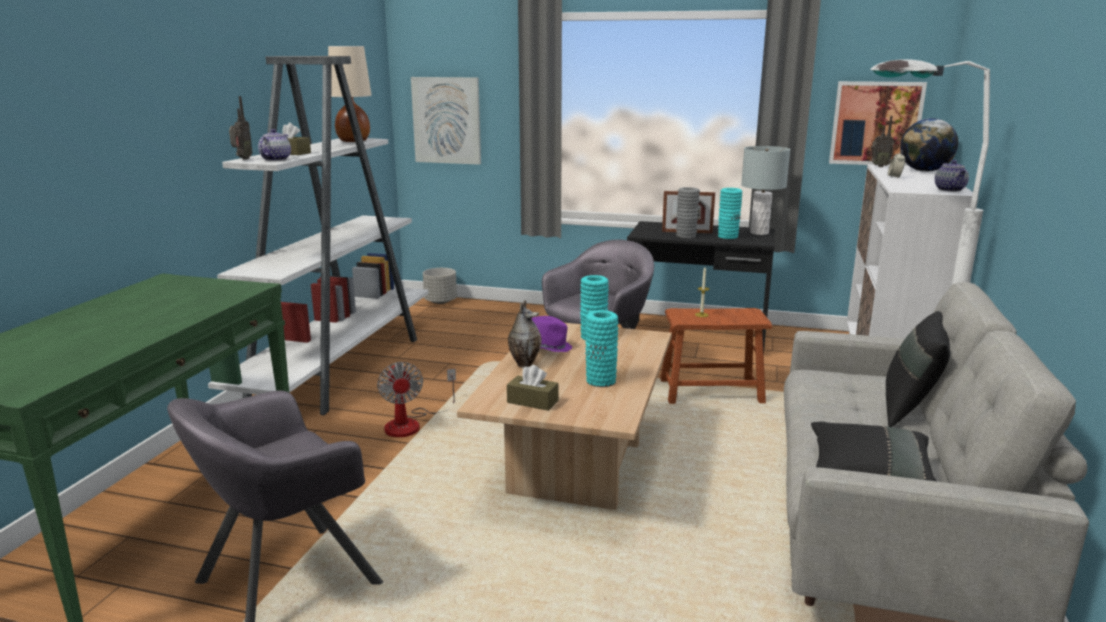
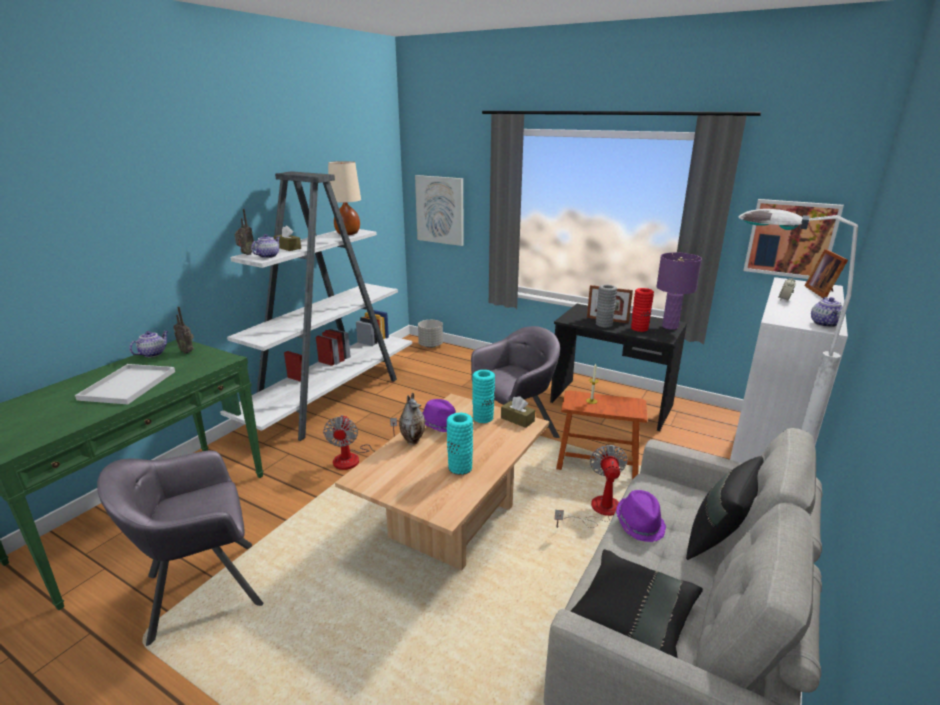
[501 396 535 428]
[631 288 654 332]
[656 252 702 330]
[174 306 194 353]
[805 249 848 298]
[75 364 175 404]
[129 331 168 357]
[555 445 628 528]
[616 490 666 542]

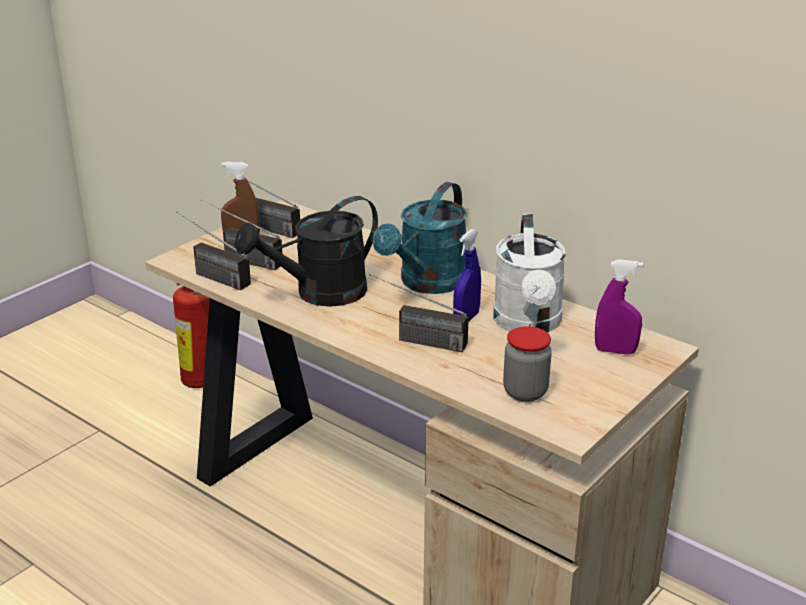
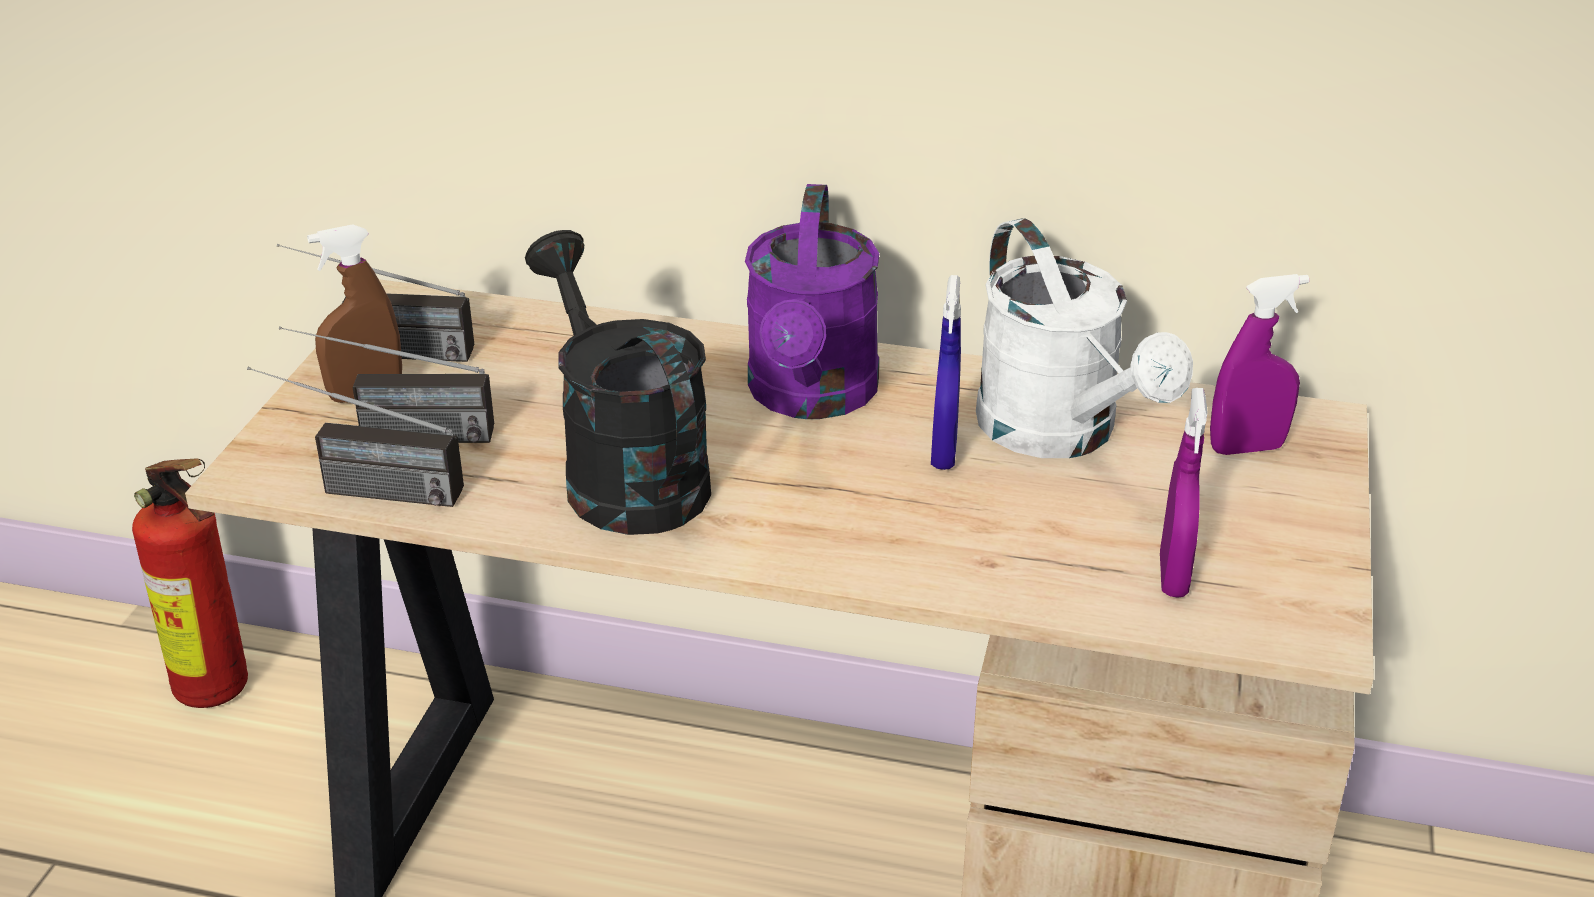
[525 230 711 535]
[369 274 469 352] (first image)
[745 184 879 419]
[1160 388 1208 598]

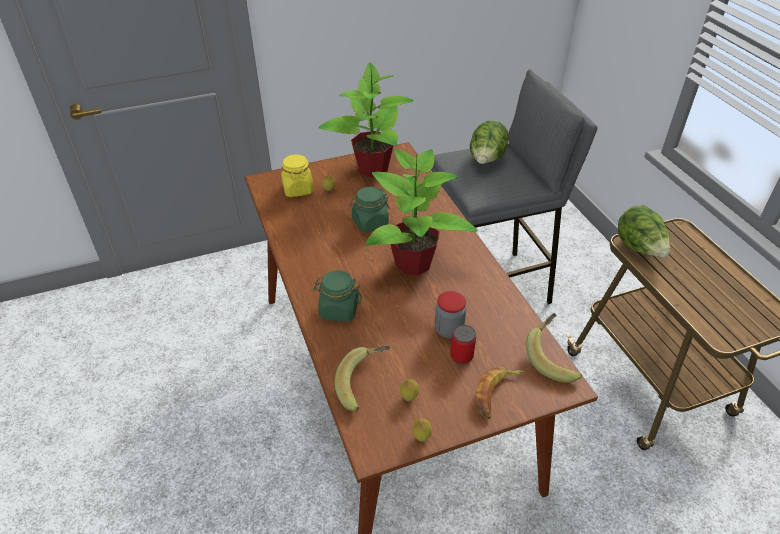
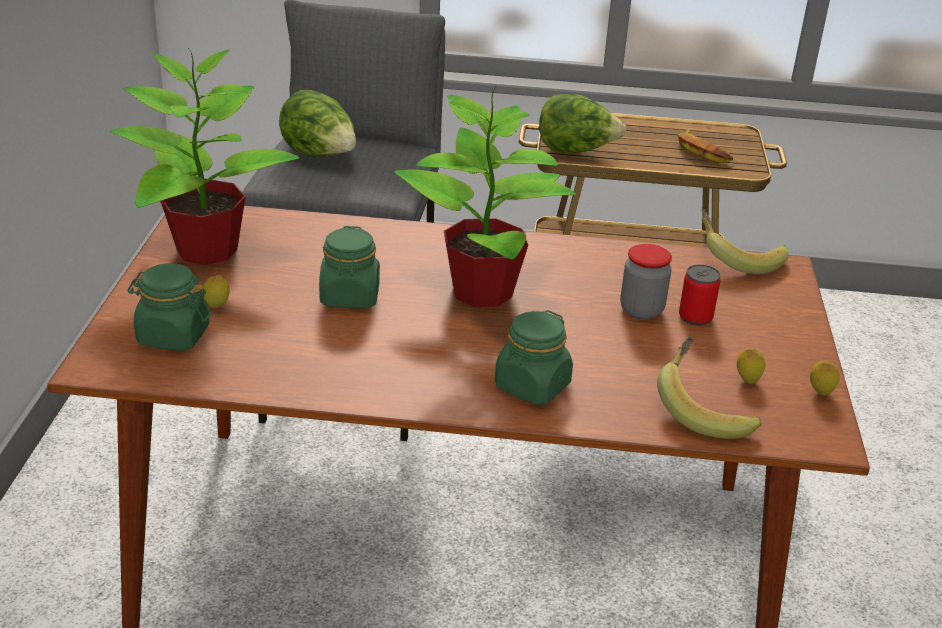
[127 263 211 351]
[678 129 733 163]

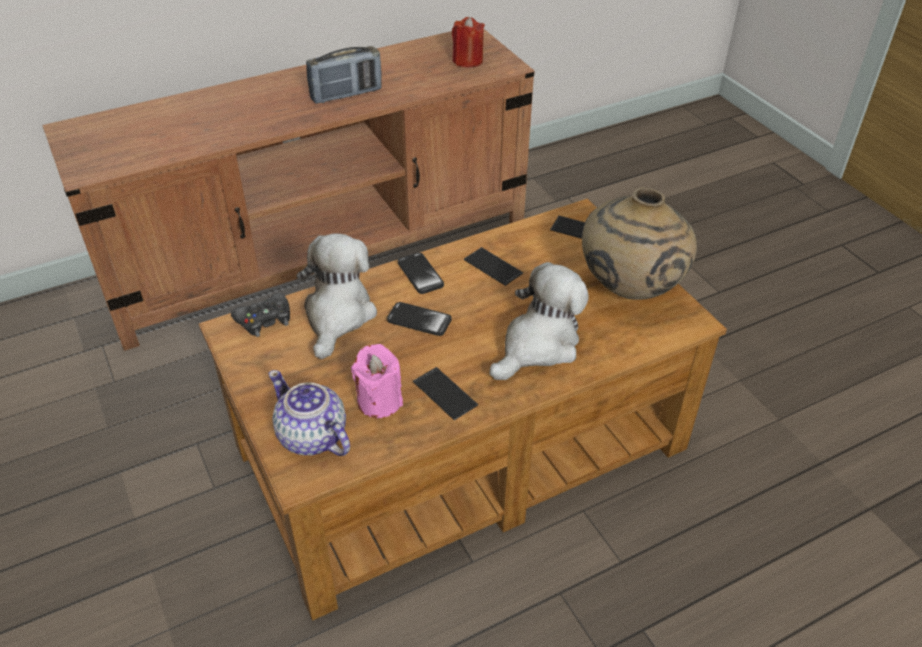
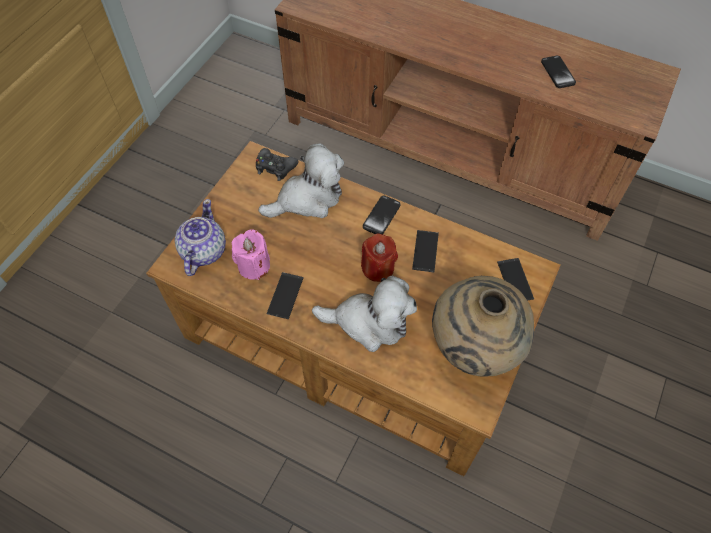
[306 46 381 104] (first image)
[541 56 576 88]
[361 233 398 282]

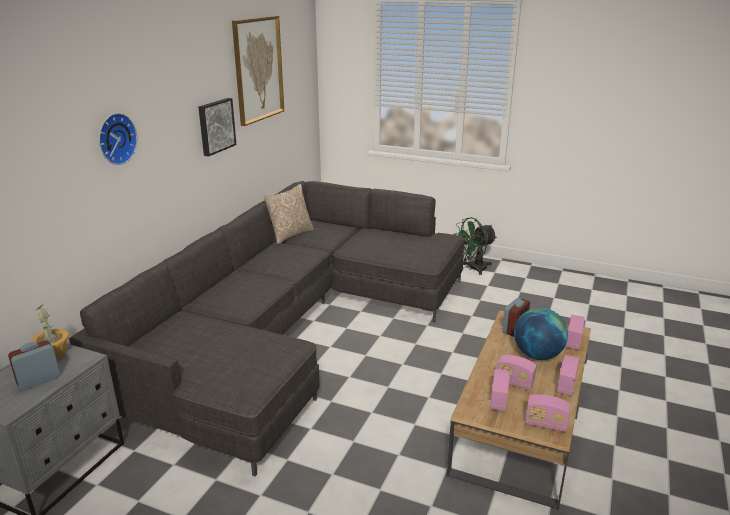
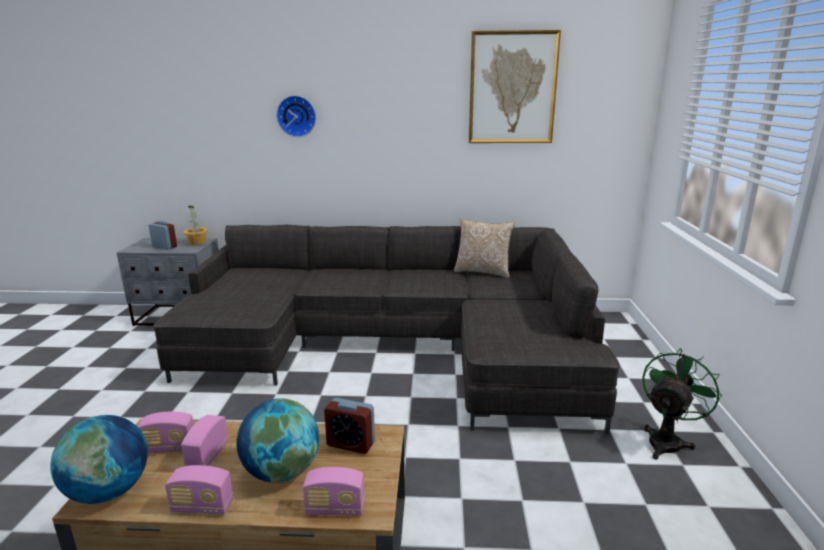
[198 98 236 156] (first image)
[642 348 722 460]
[50 415 148 504]

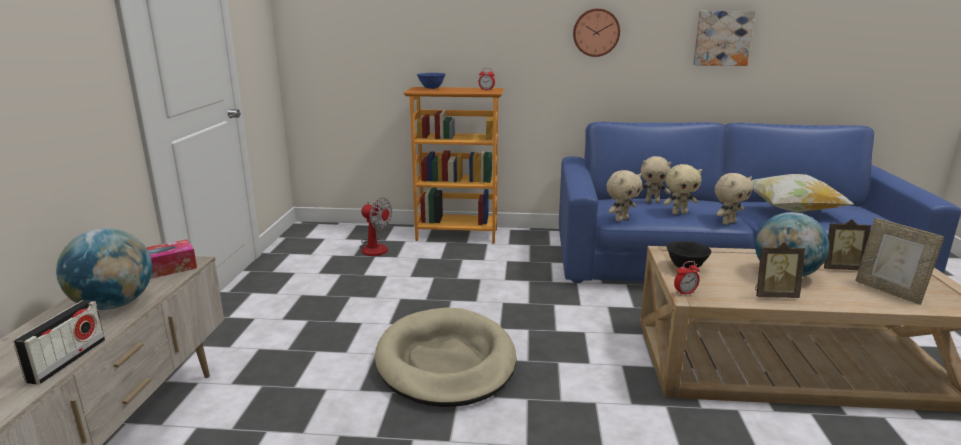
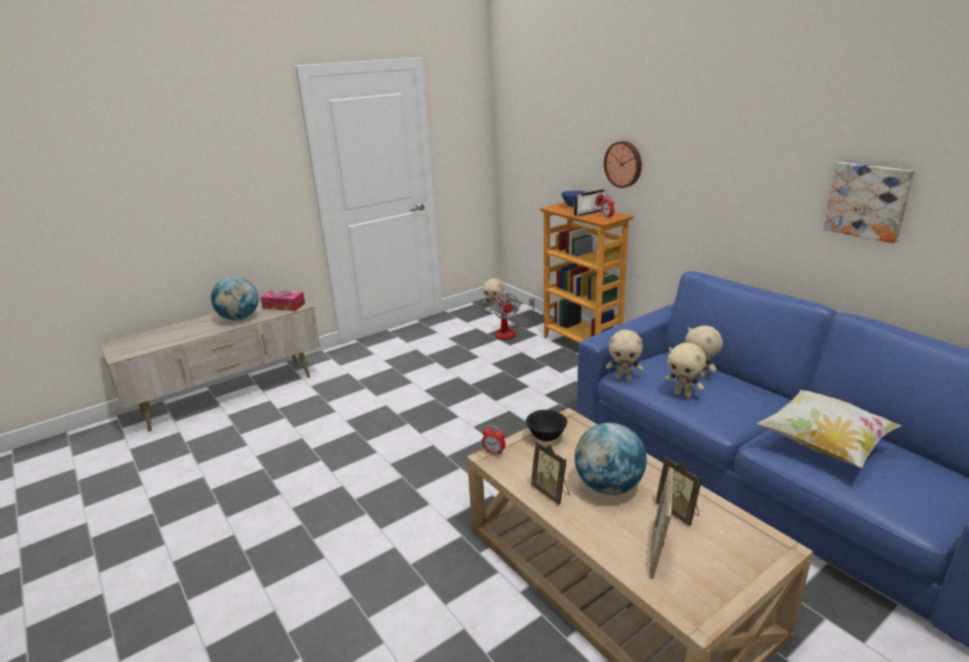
[574 189 607 216]
[375 307 516 407] (first image)
[604 141 642 188]
[482 278 504 311]

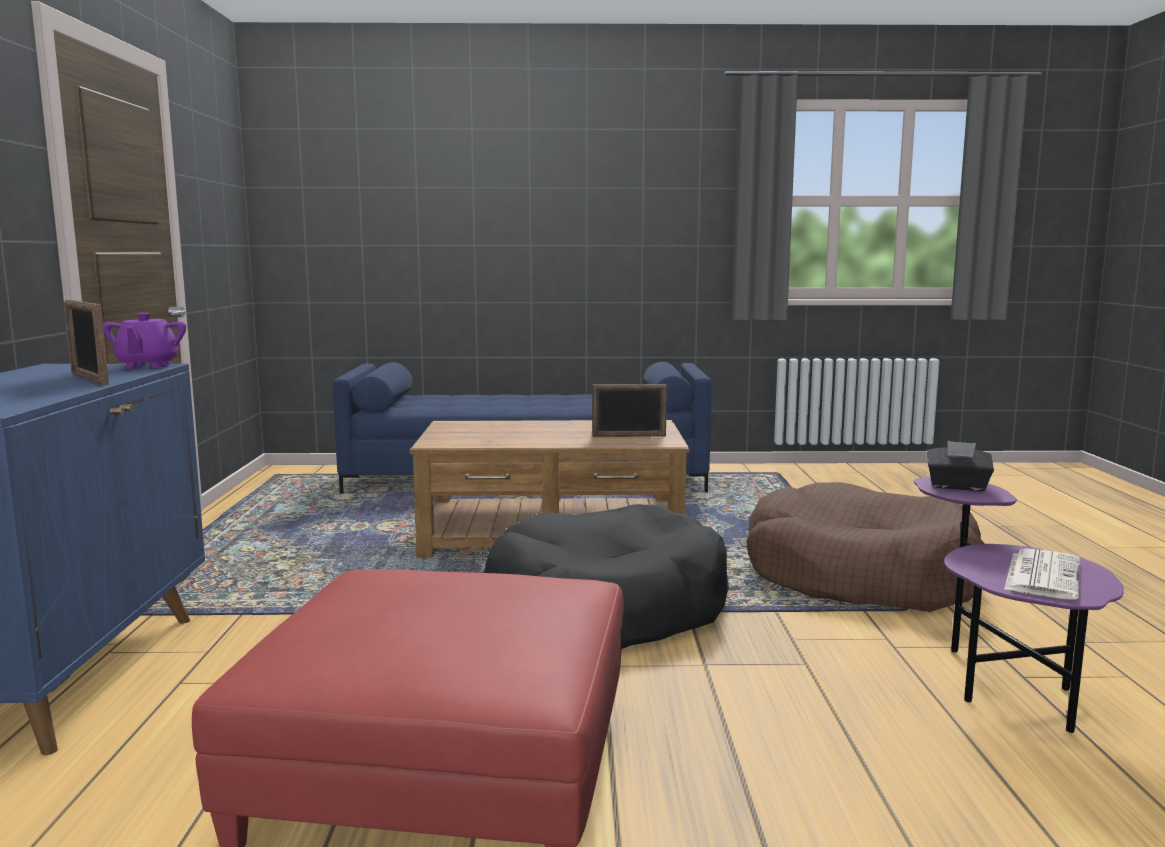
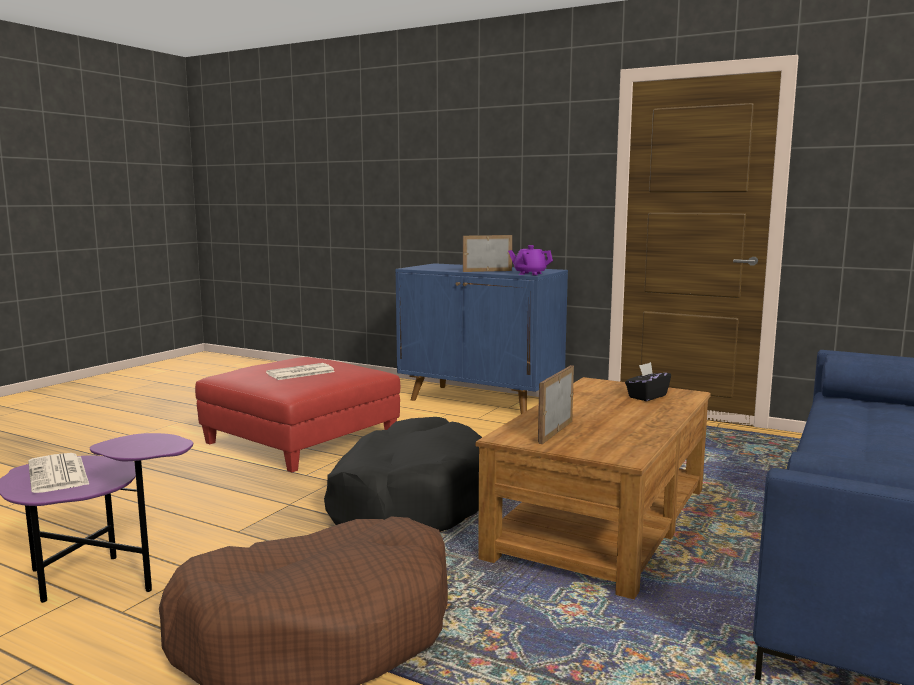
[625 362 671 401]
[266 363 335 380]

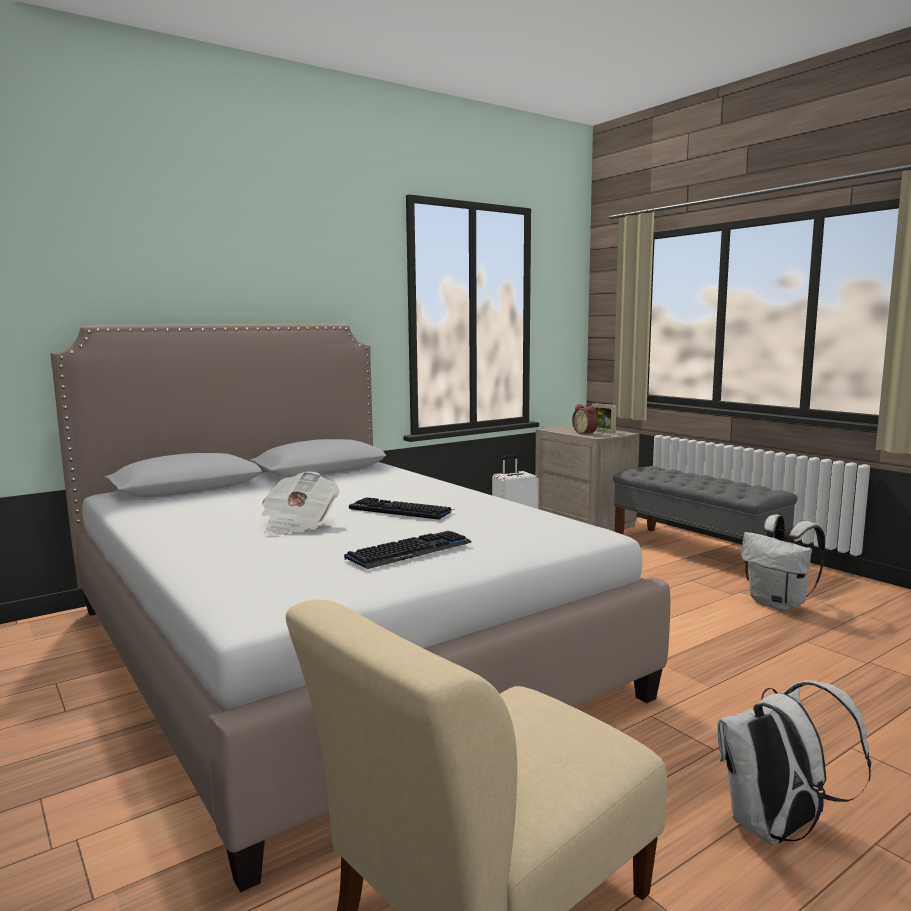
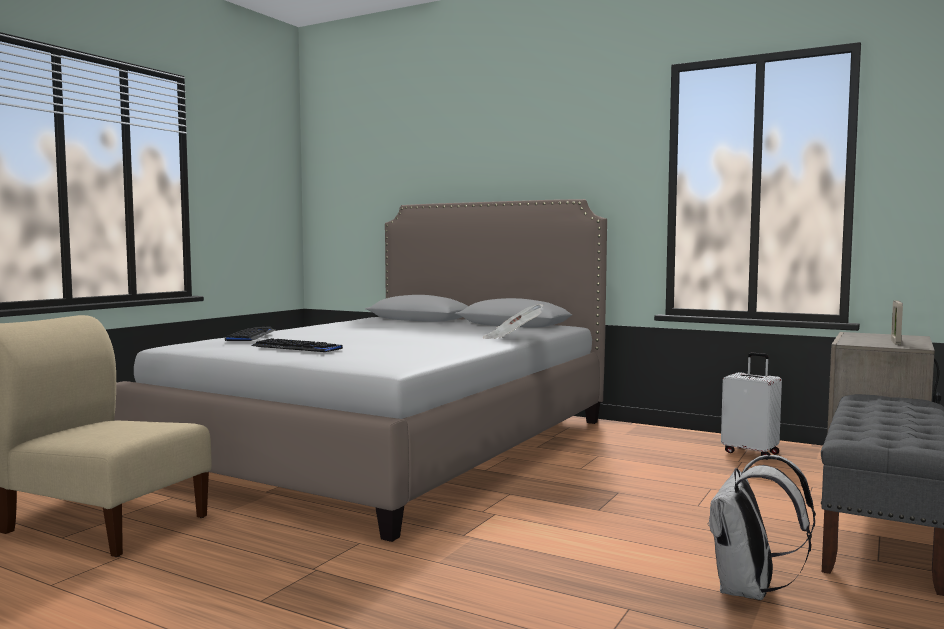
[483 304 544 339]
[225 327 275 341]
[572 404 598 435] (first image)
[717 680 871 845] (first image)

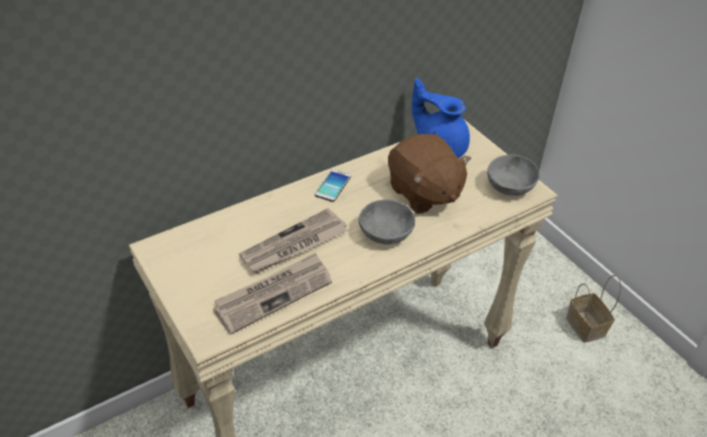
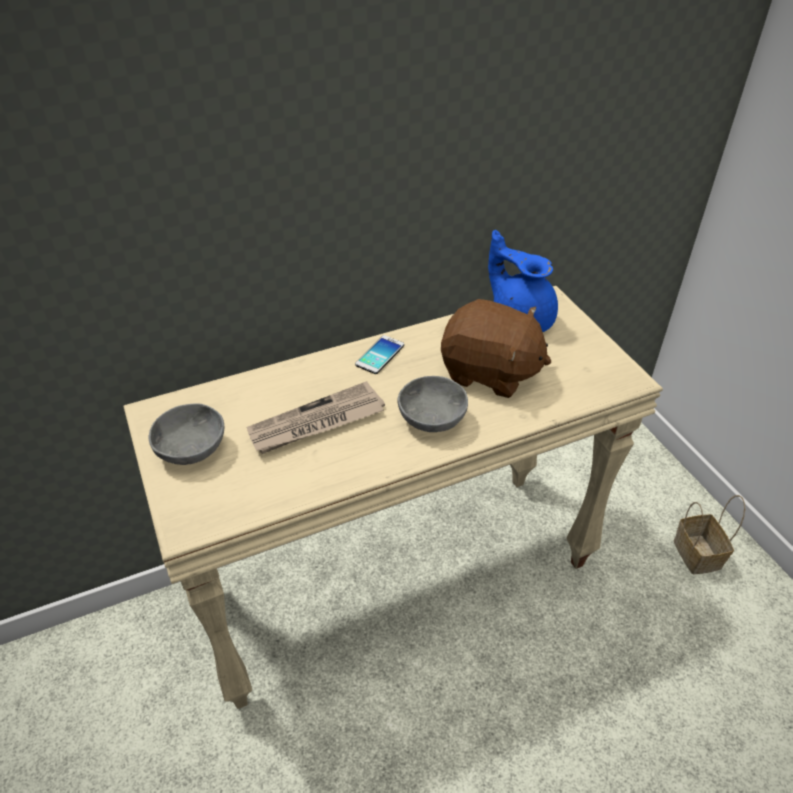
[213 252 332 335] (first image)
[441 299 551 398]
[148 403 225 465]

